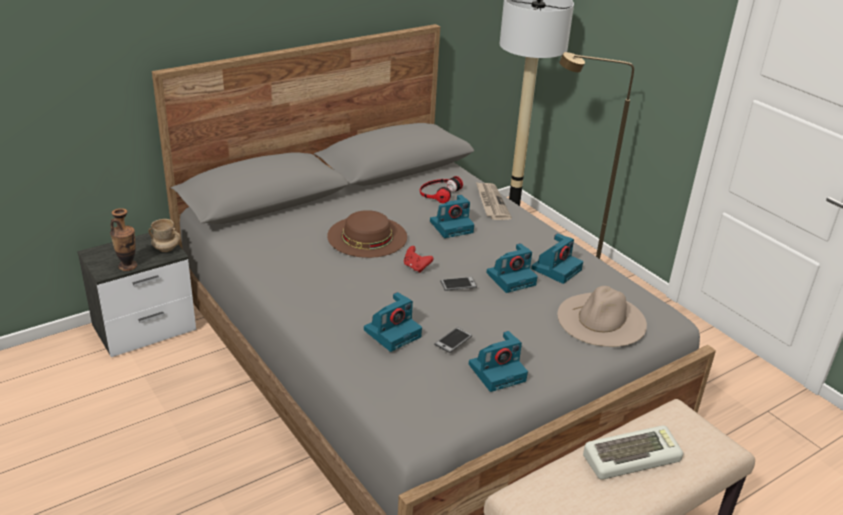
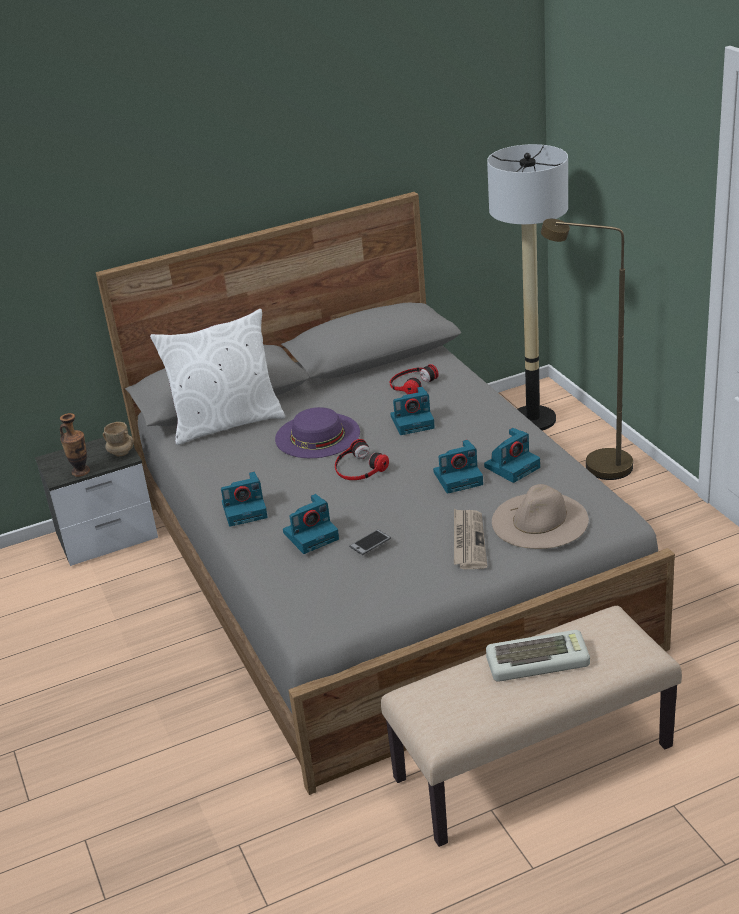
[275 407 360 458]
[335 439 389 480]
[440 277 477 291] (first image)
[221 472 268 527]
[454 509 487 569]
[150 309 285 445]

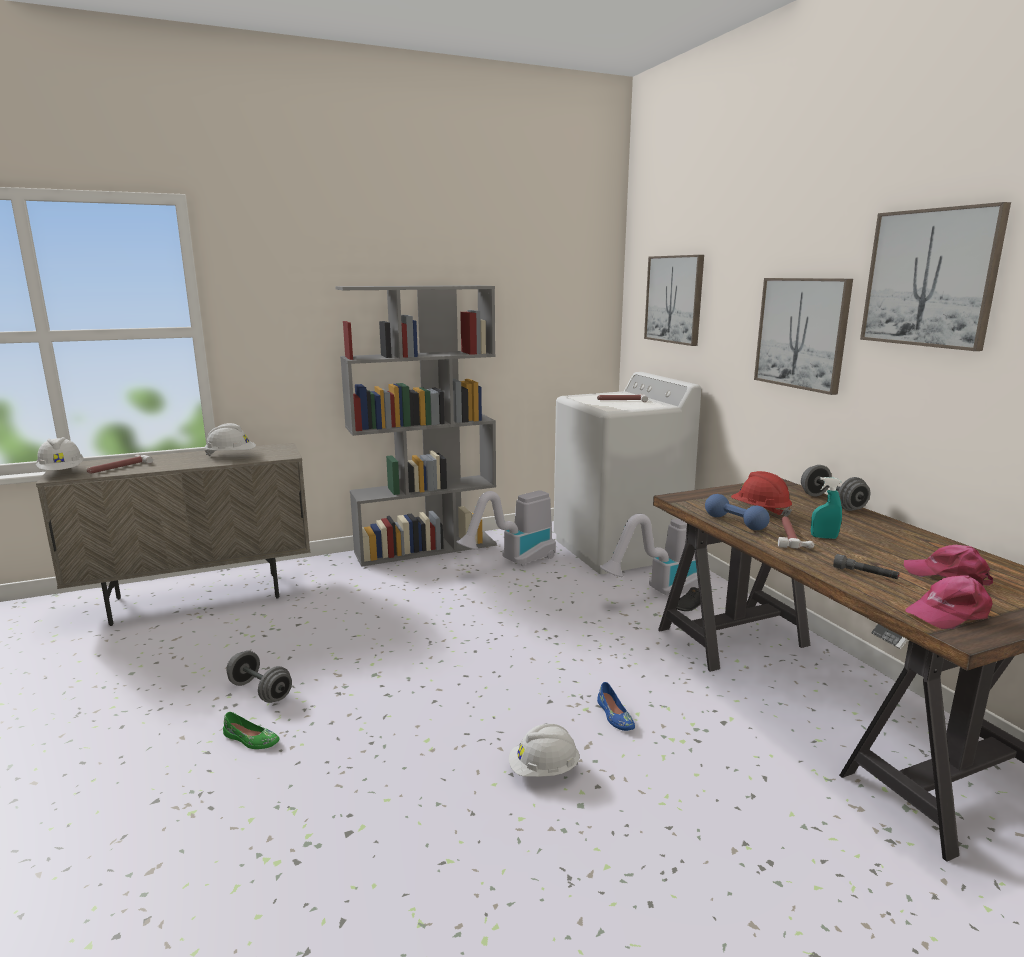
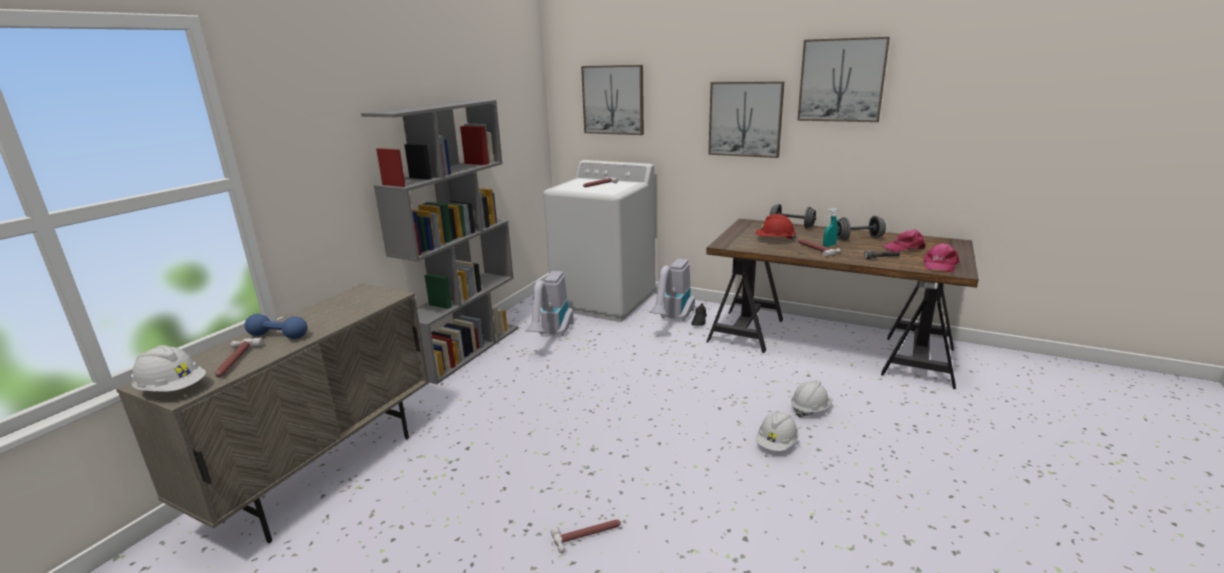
[791 380 833 418]
[551 520 621 553]
[837 216 886 240]
[597 682 635 731] (first image)
[245 314 307 339]

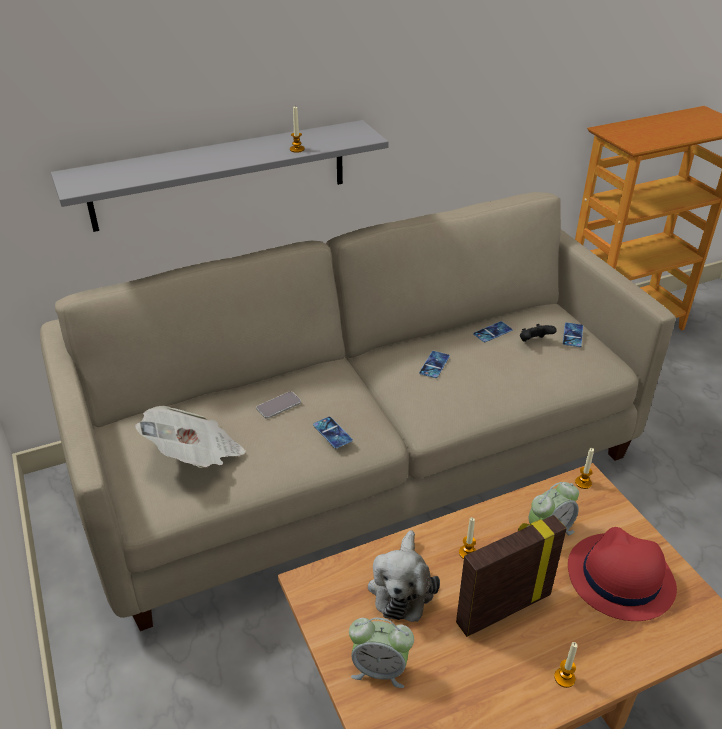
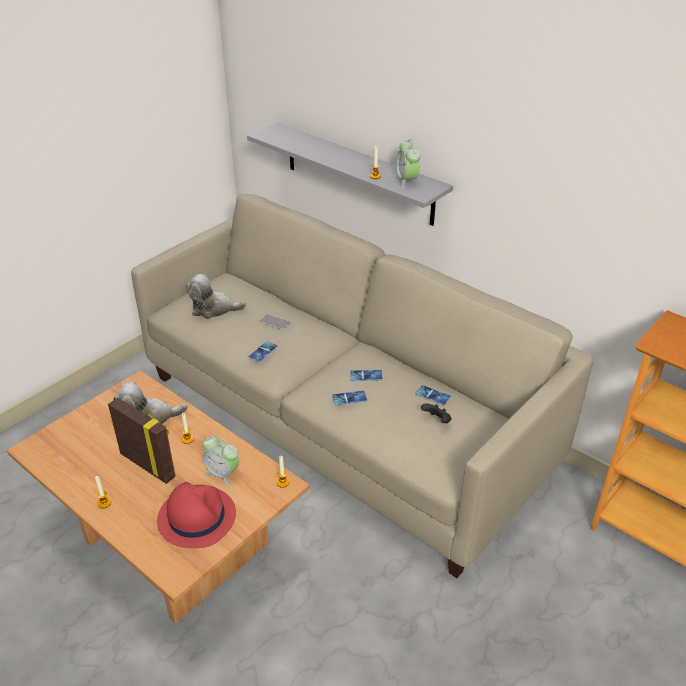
[186 274 246 319]
[395 139 420 189]
[332 390 367 405]

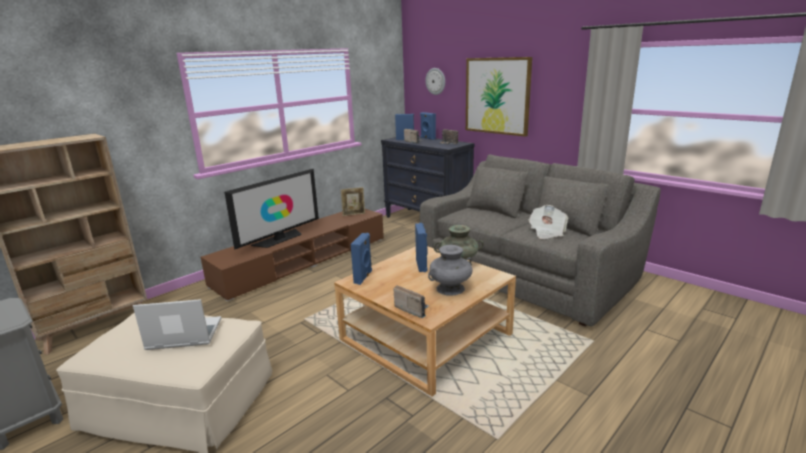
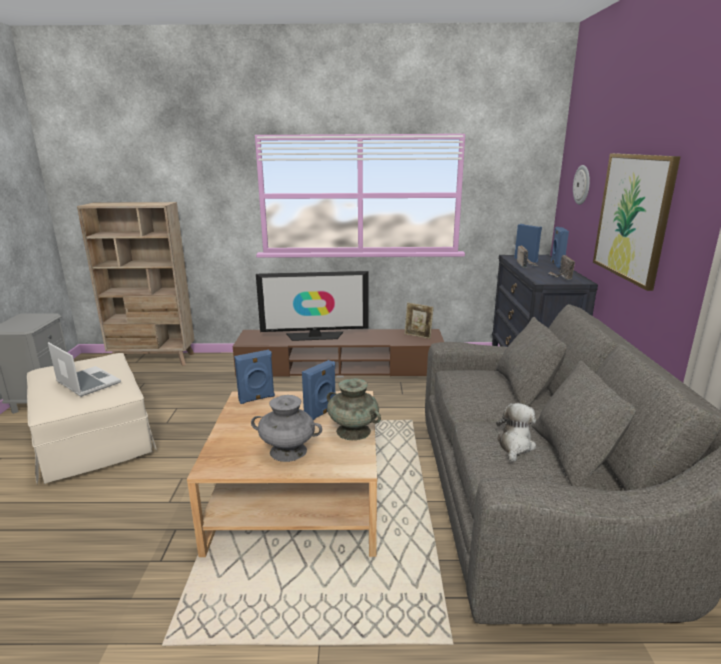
[393 285 429 318] (first image)
[496 403 536 463]

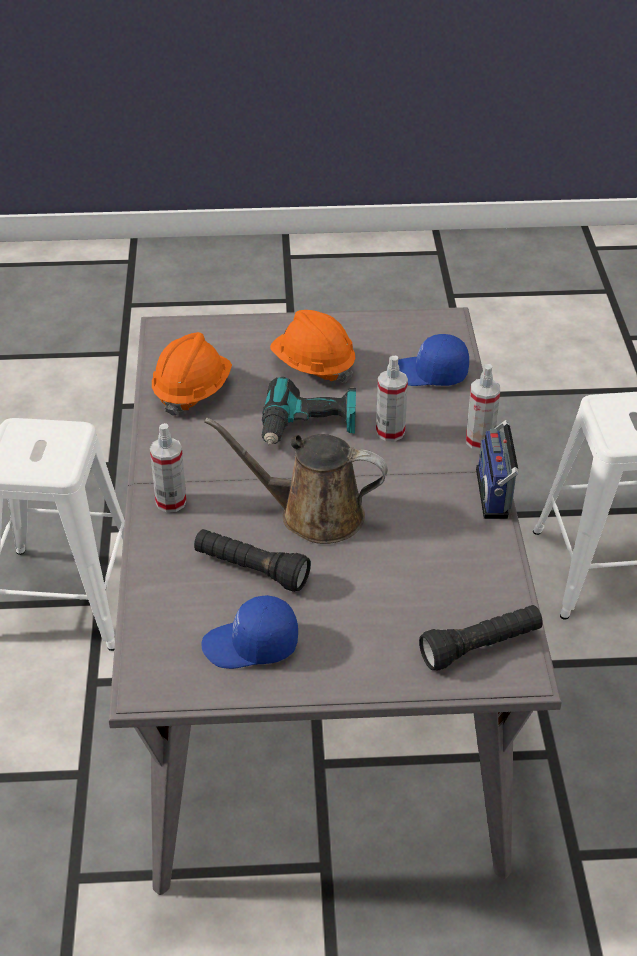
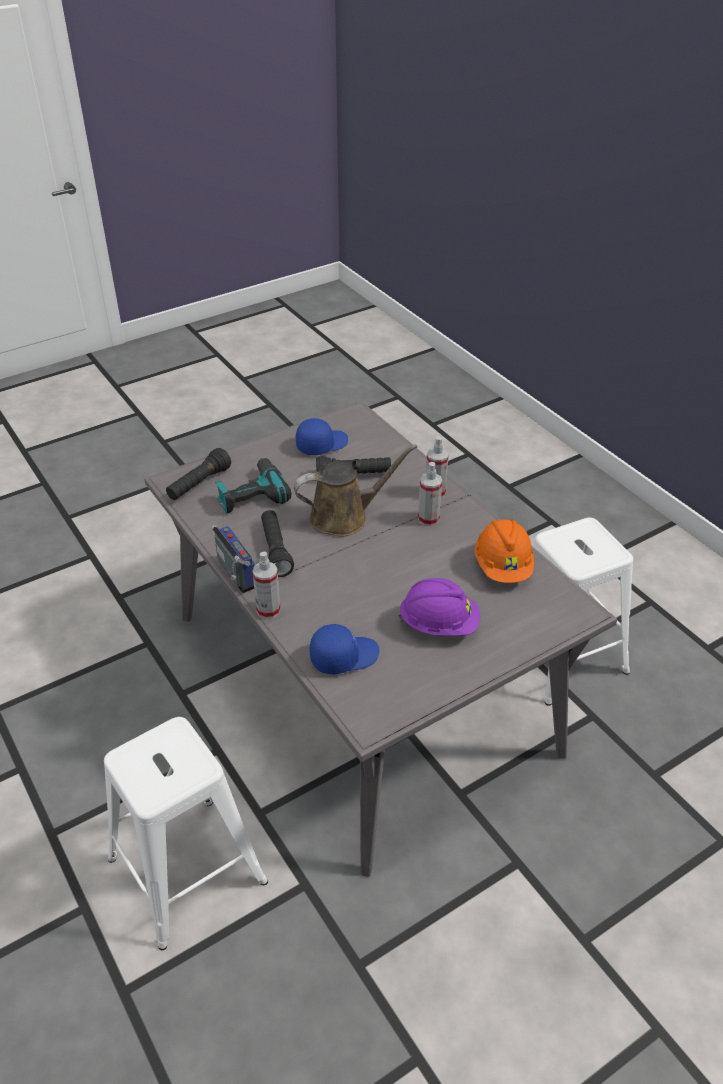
[215 458 291 513]
[398 578 481 636]
[418 462 442 526]
[261 510 294 577]

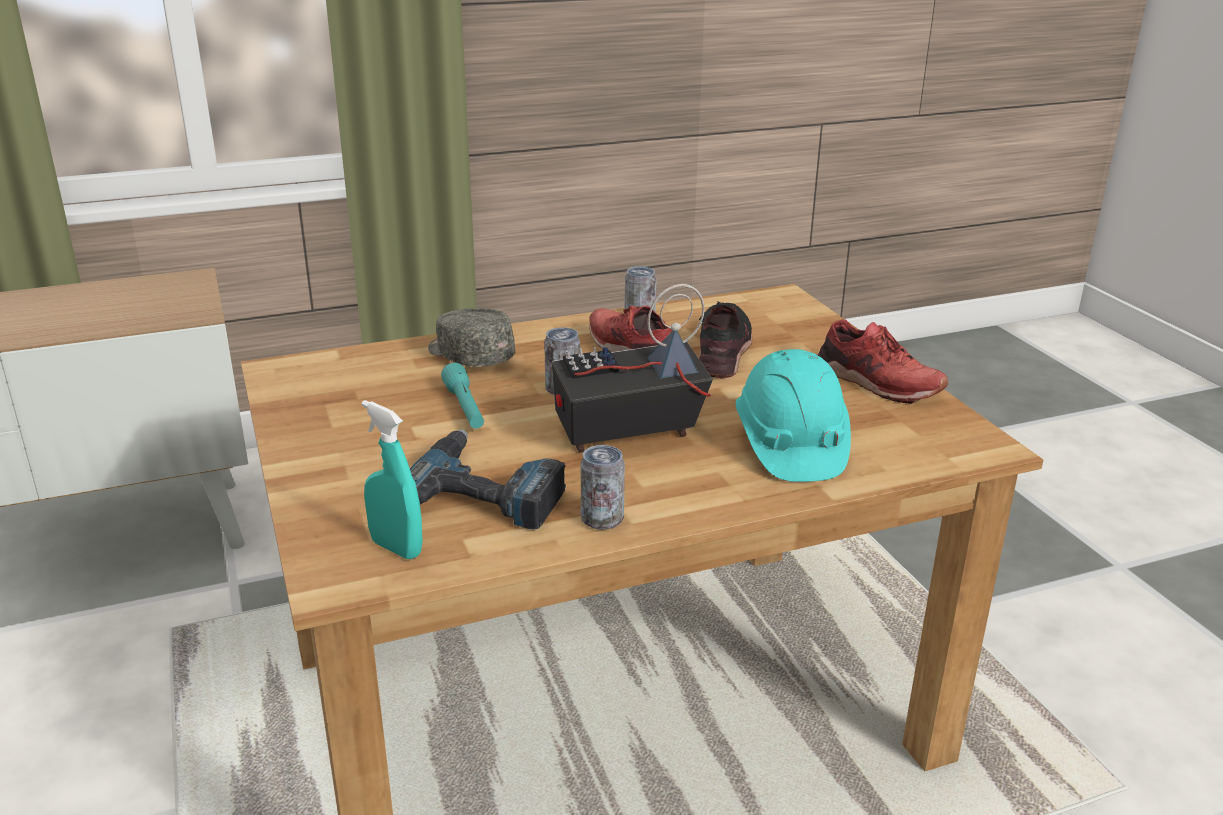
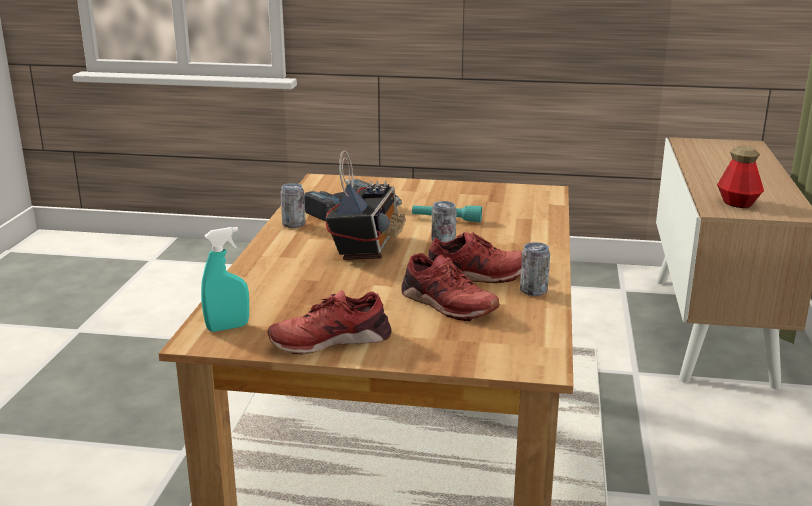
[201 227 249 332]
[428 308 515 367] (first image)
[401 253 500 321]
[736 349 851 482] (first image)
[717 145 764 208]

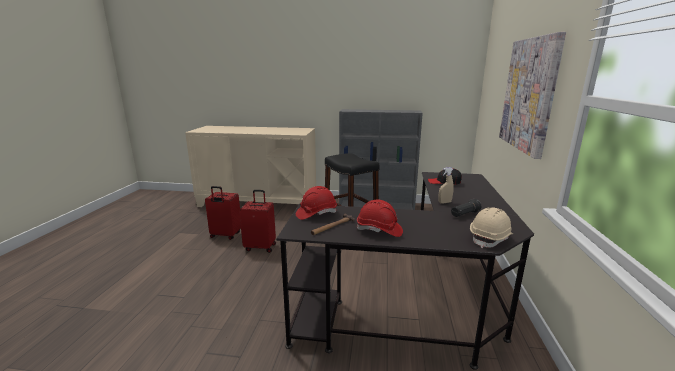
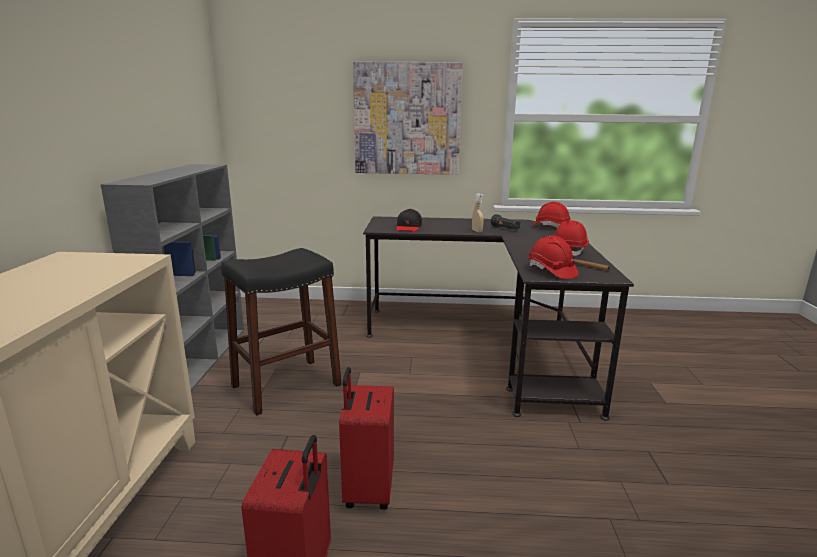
[532 202 570 228]

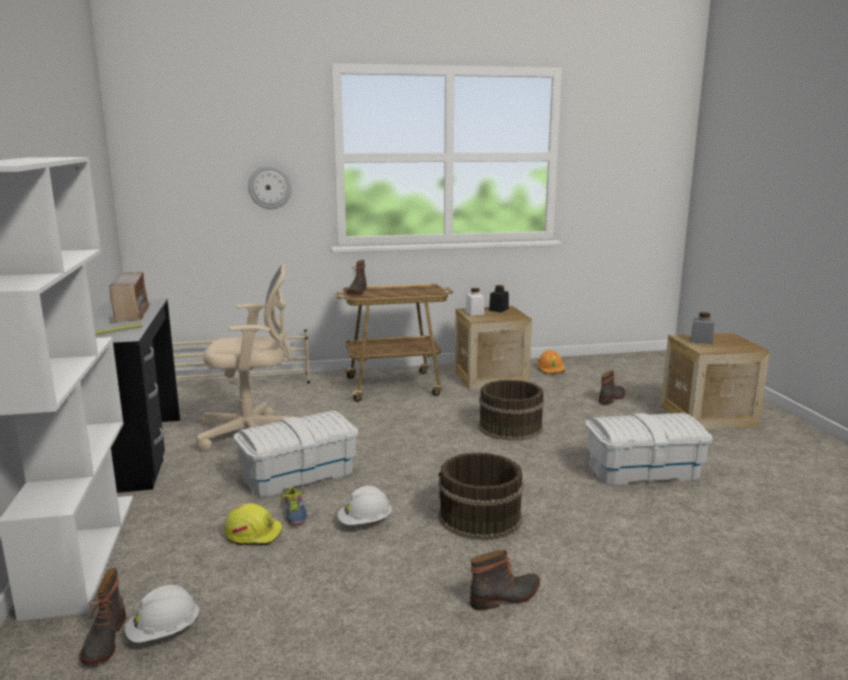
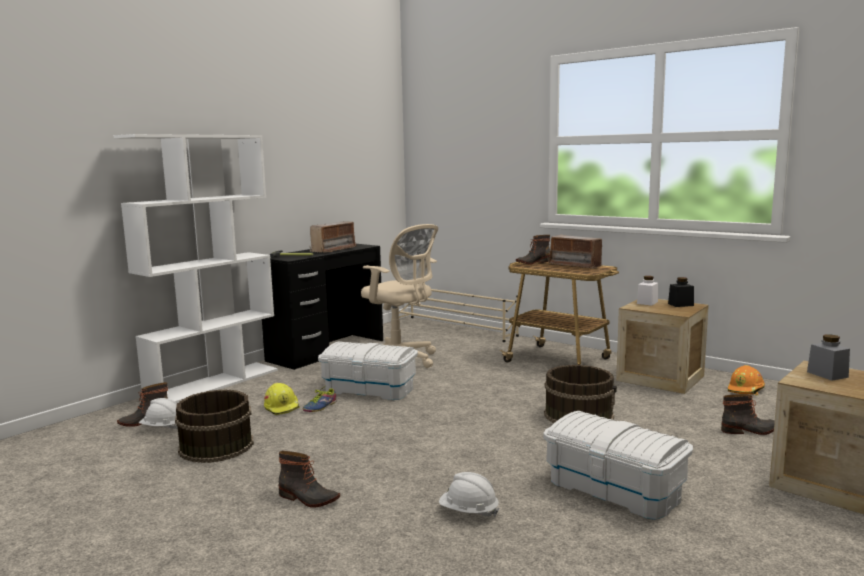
[248 166 292 209] (first image)
[439 472 500 517]
[175 390 254 463]
[548 235 605 269]

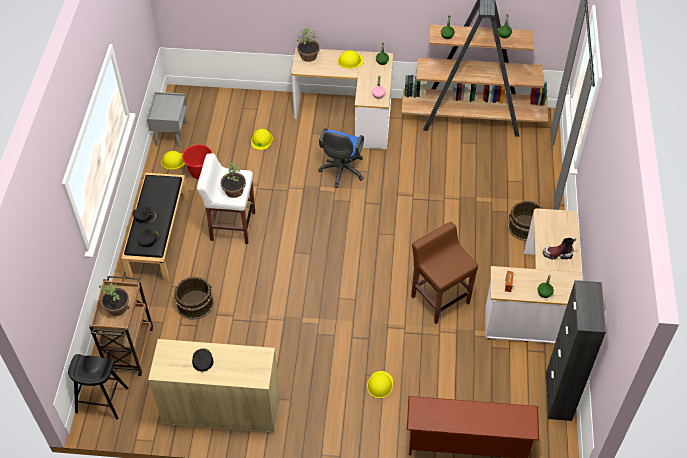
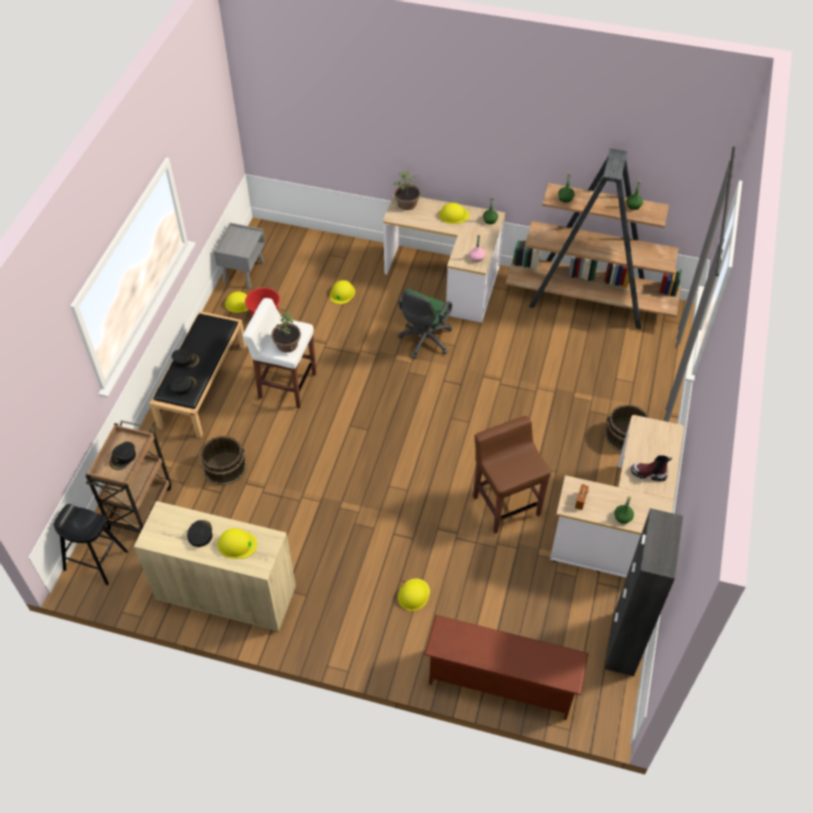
[110 442 136 470]
[398 288 452 359]
[217 528 257 559]

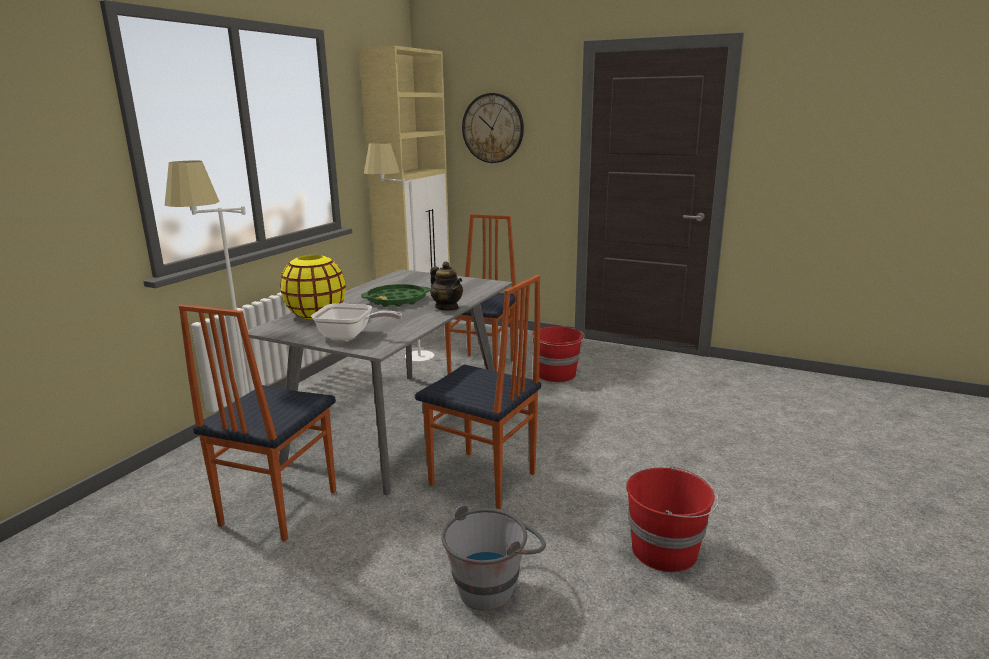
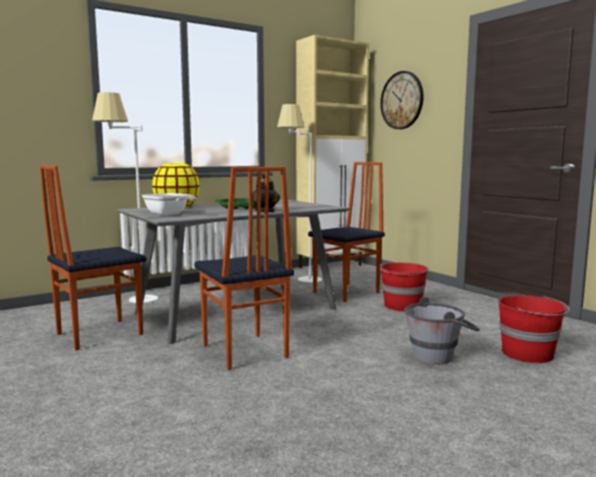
[404 297 480 365]
[498 295 570 363]

